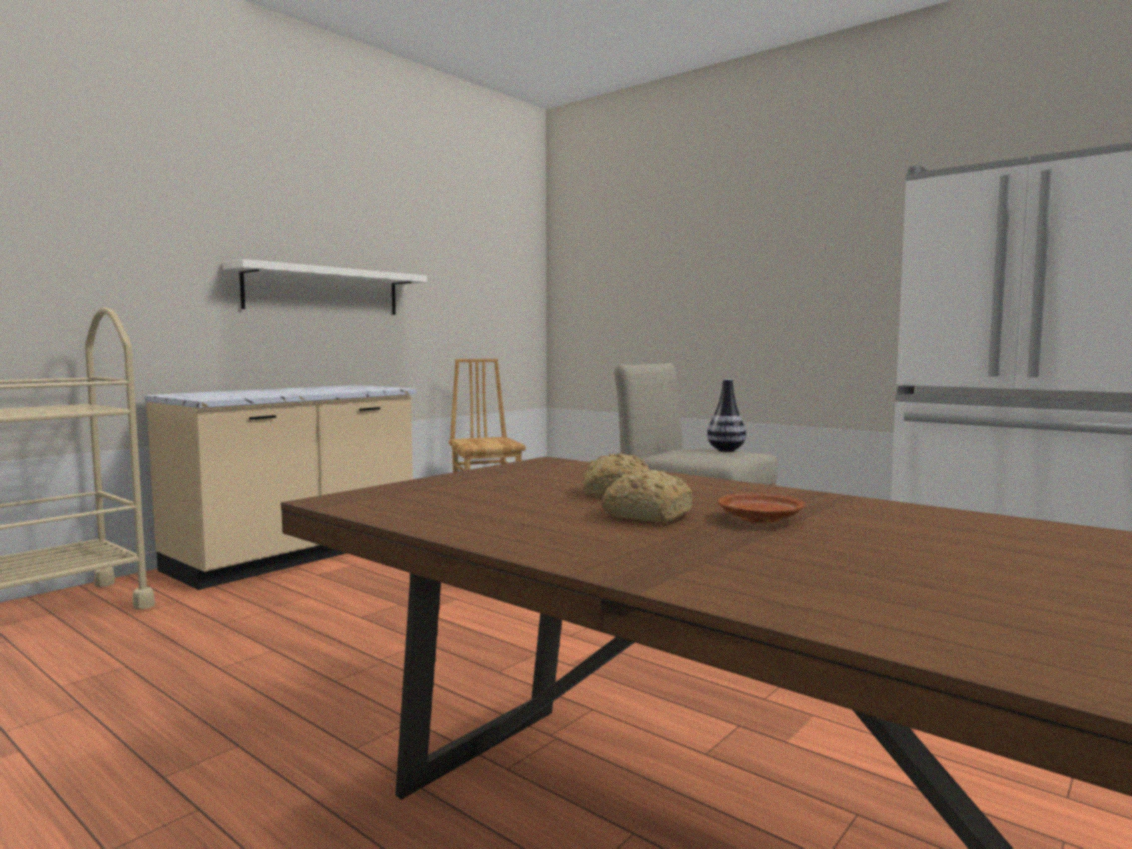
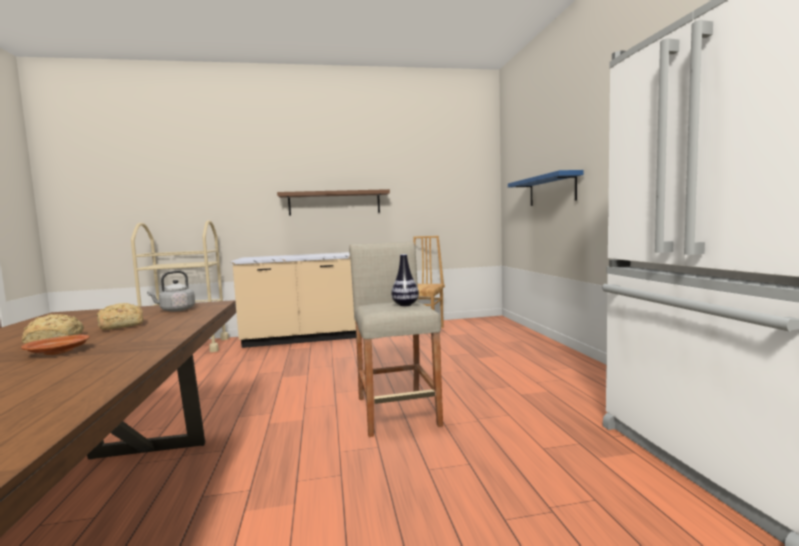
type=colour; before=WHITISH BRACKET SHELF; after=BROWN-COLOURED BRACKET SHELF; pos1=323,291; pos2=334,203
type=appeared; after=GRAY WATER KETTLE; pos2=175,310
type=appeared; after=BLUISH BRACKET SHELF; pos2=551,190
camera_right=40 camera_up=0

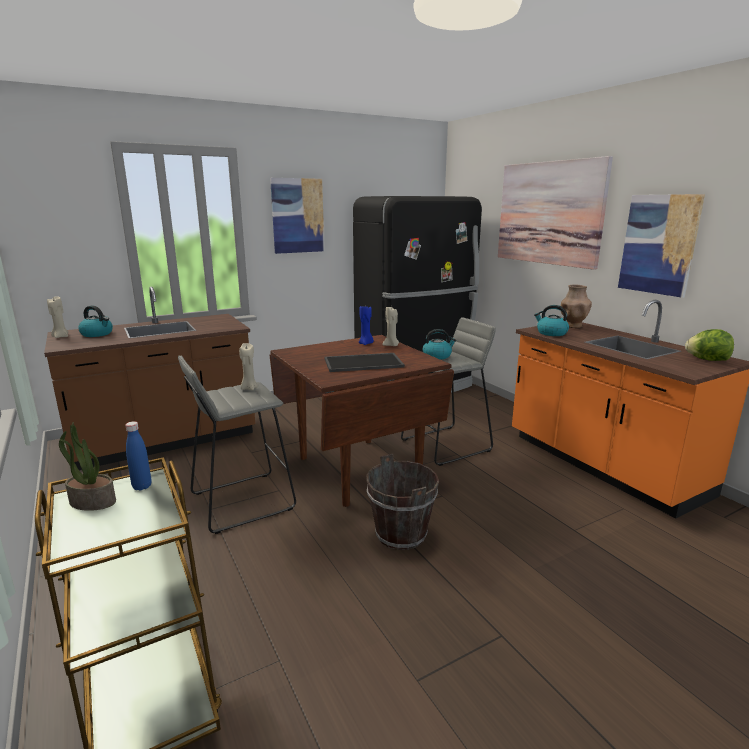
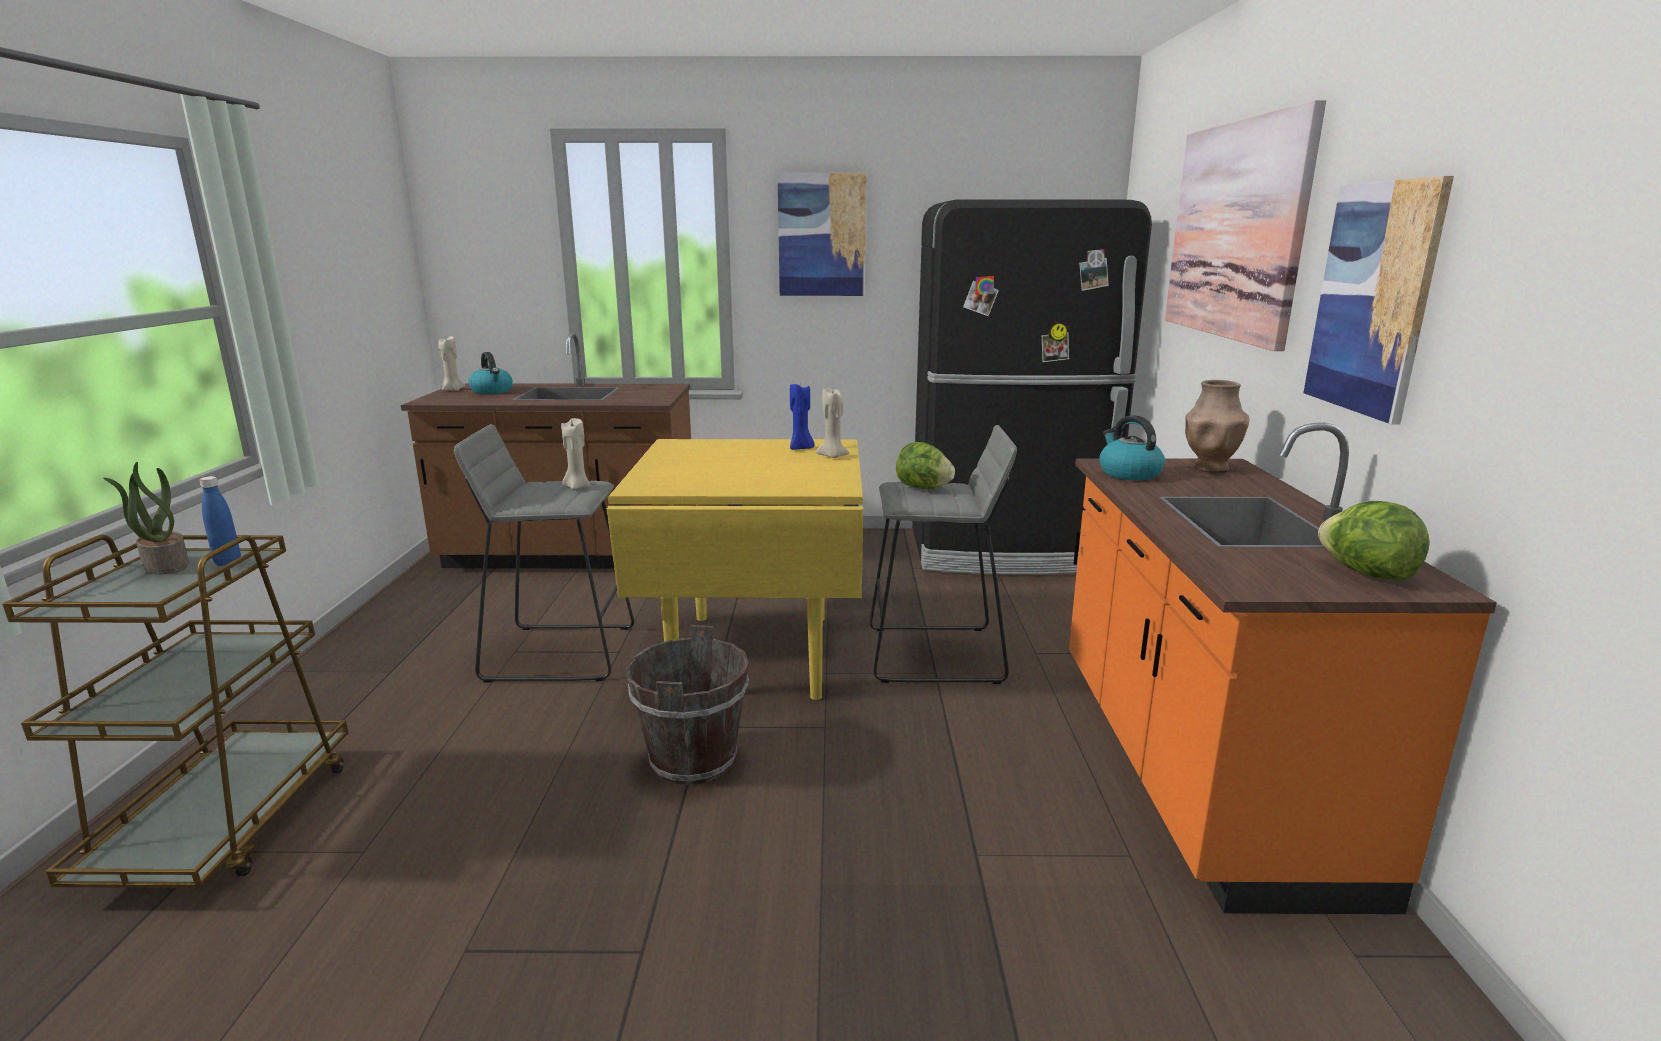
type=colour; before=BROWN-COLOURED DINNER TABLE; after=YELLOW DINNER TABLE; pos1=357,470; pos2=751,654
type=missing; before=TRAY; pos1=364,362
type=exchanged; before=WATER KETTLE; after=LETTUCE HEAD; pos1=437,356; pos2=923,488
camera_right=30 camera_up=0

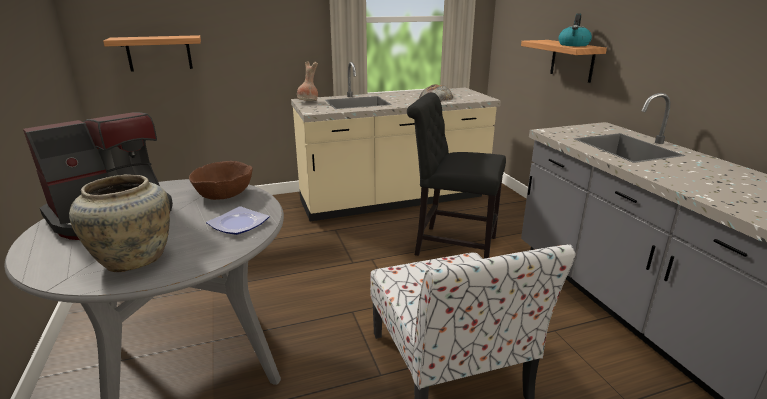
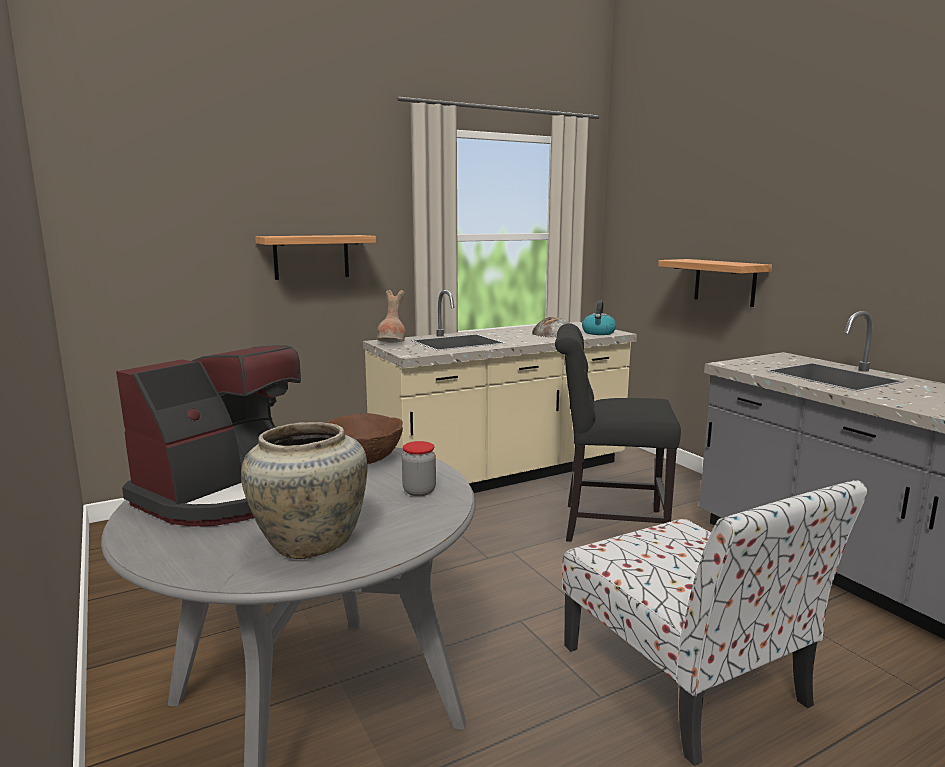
type=relocated; before=BRACKET SHELF; pos1=159,53; pos2=311,257
type=exchanged; before=DINNER PLATE; after=JAR; pos1=240,224; pos2=419,491
type=relocated; before=WATER KETTLE; pos1=573,45; pos2=598,333
camera_right=-10 camera_up=-10

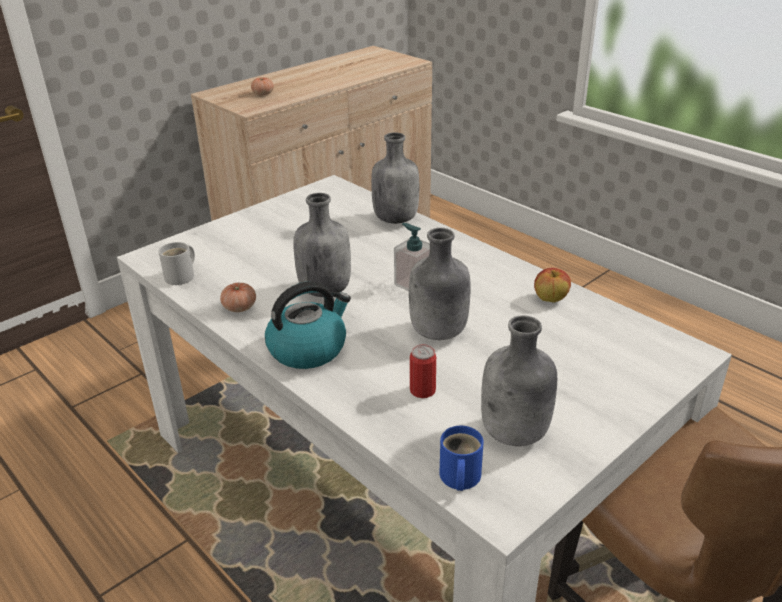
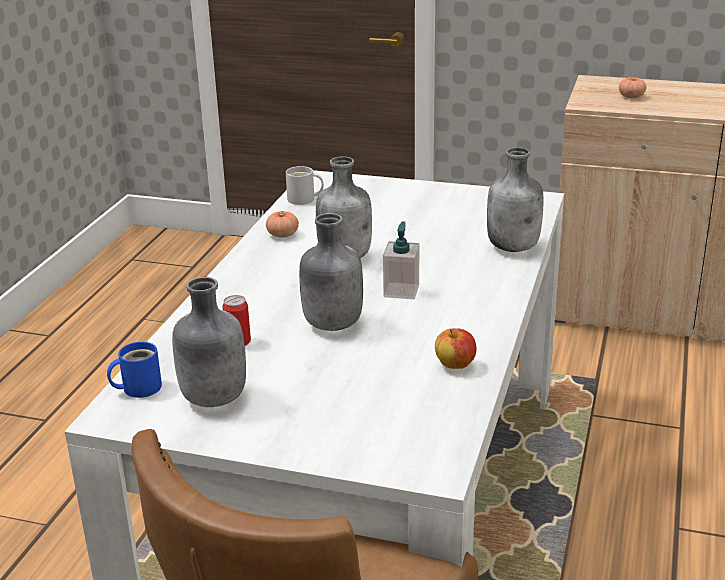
type=missing; before=WATER KETTLE; pos1=308,348
camera_right=60 camera_up=-5

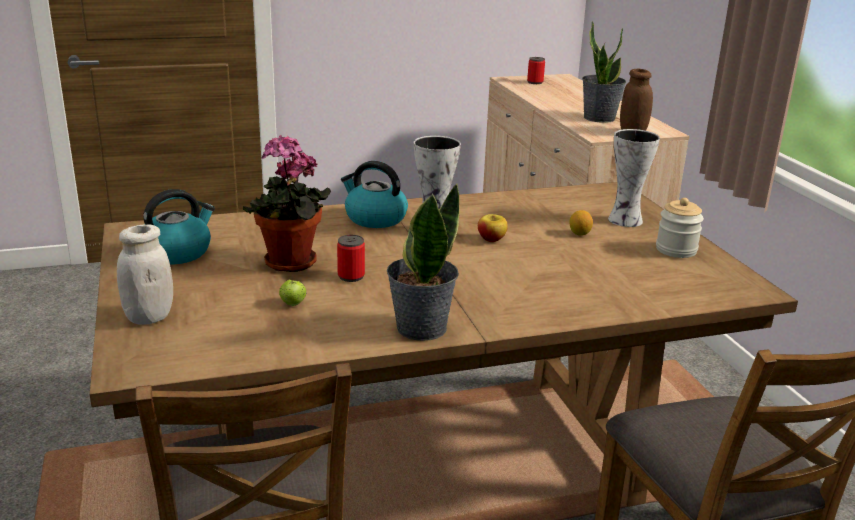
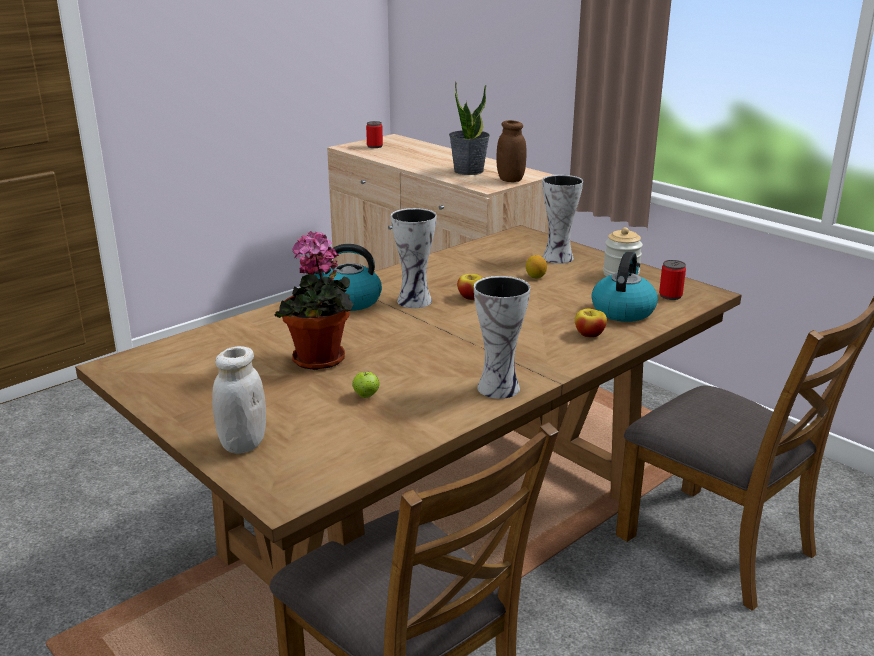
type=relocated; before=WATER KETTLE; pos1=177,252; pos2=623,310
type=relocated; before=METAL CAN; pos1=351,276; pos2=670,296
type=exchanged; before=POTTED PLANT; after=DECORATIVE VASE; pos1=420,328; pos2=499,387
type=appeared; after=APPLE FRUIT; pos2=589,334
camera_right=-25 camera_up=0

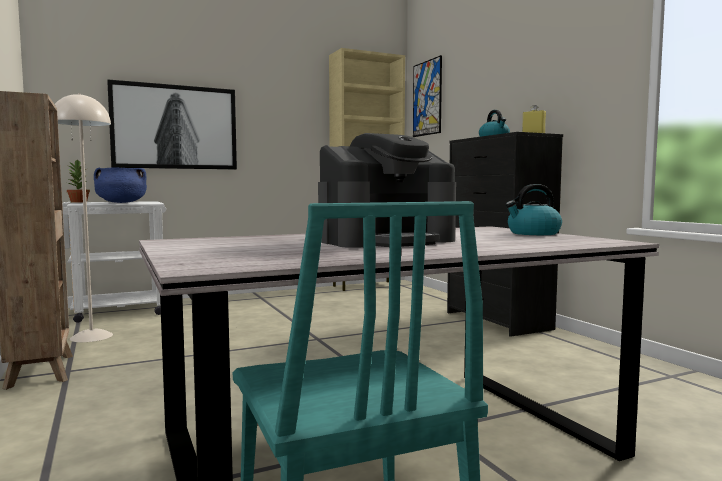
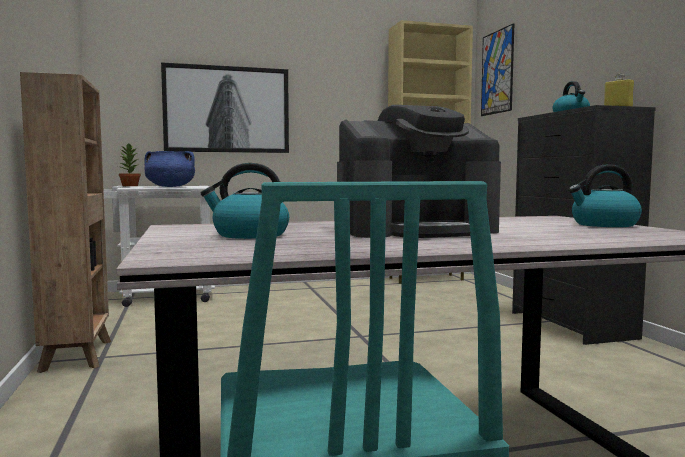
type=missing; before=BEIGE STANDING LAMP; pos1=92,336
type=appeared; after=WATER KETTLE; pos2=249,235
camera_right=10 camera_up=0

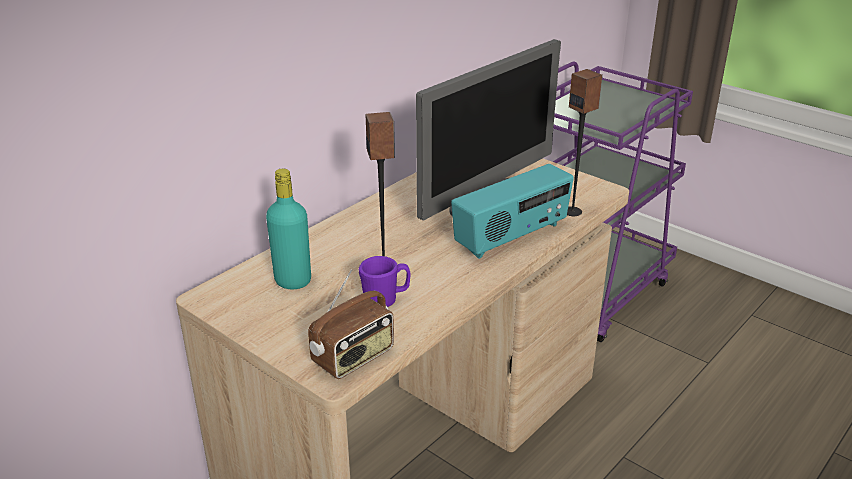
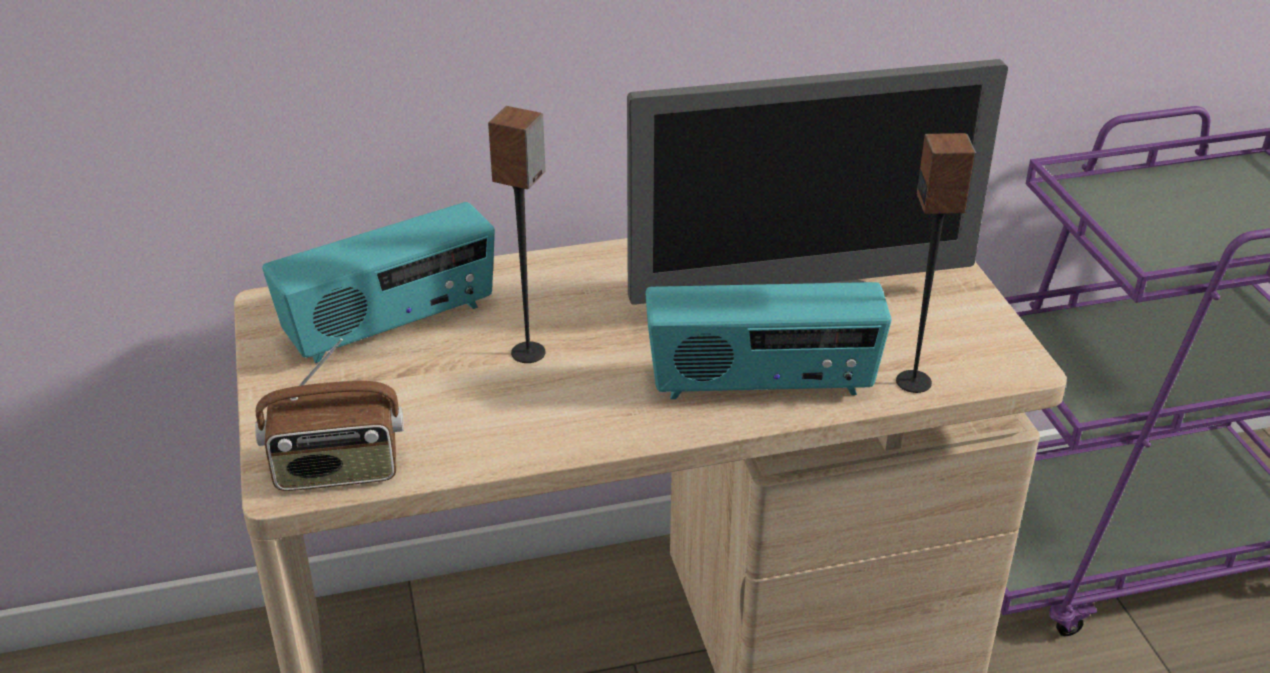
type=exchanged; before=TURQUOISE BEVERAGE BOTTLE; after=RADIO SET; pos1=293,281; pos2=391,326
type=missing; before=PURPLE-COLOURED MUG; pos1=385,300
camera_right=35 camera_up=5

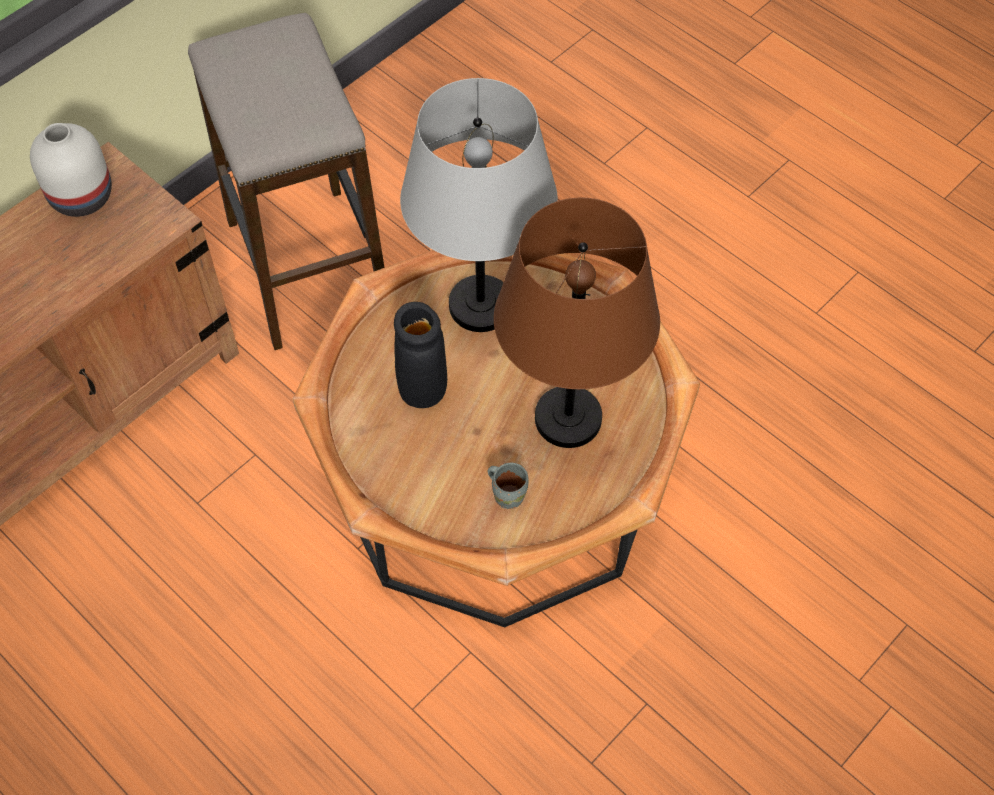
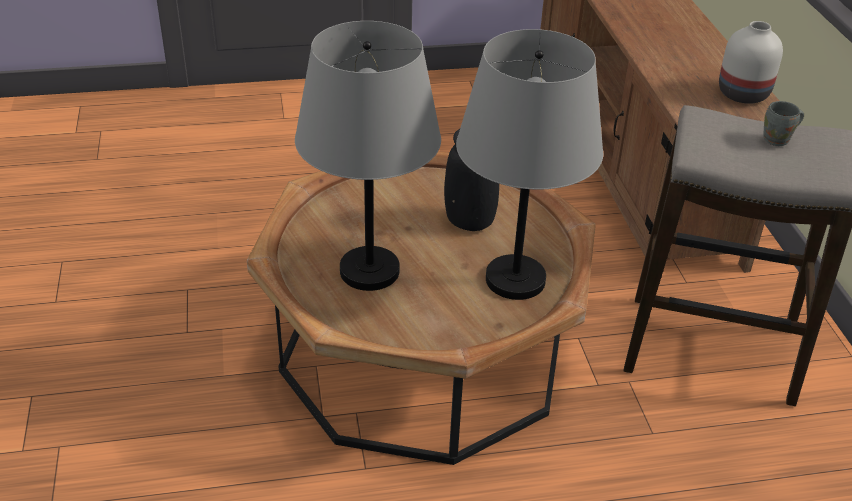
type=relocated; before=GRAY MUG; pos1=508,494; pos2=778,140
type=colour; before=BROWN-COLOURED TABLETOP LAMP; after=GRAY TABLETOP LAMP; pos1=568,418; pos2=370,272
camera_right=125 camera_up=-20

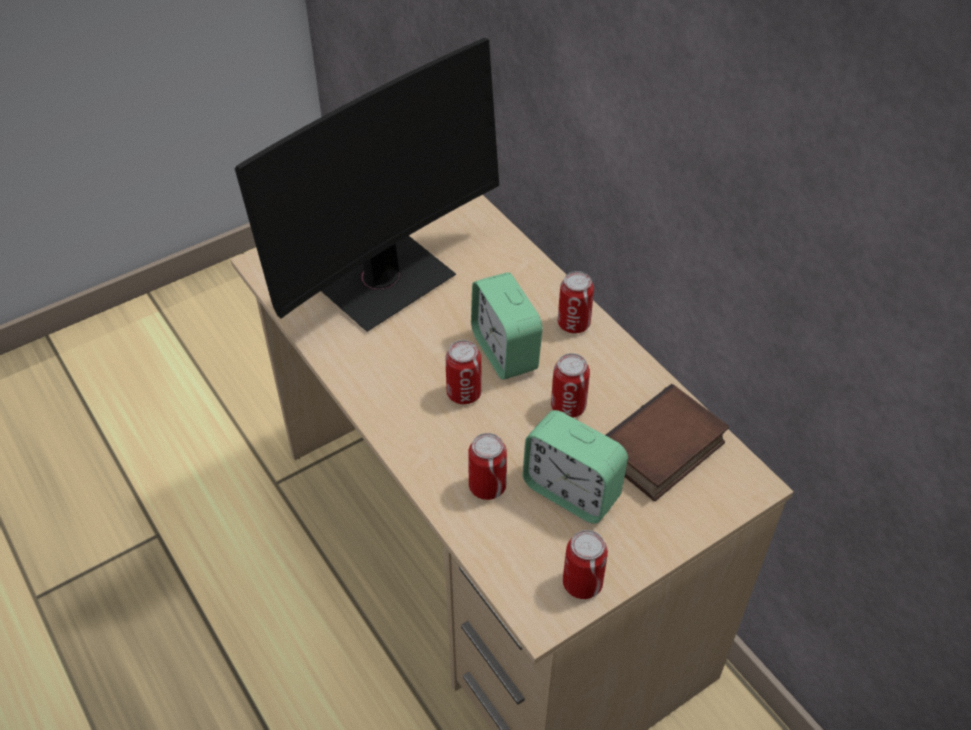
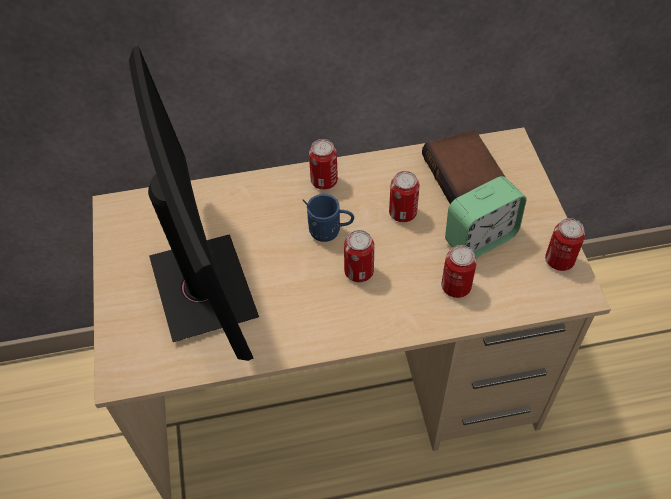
type=exchanged; before=TABLE CLOCK; after=BLUISH MUG; pos1=505,351; pos2=329,232
camera_right=-65 camera_up=5

